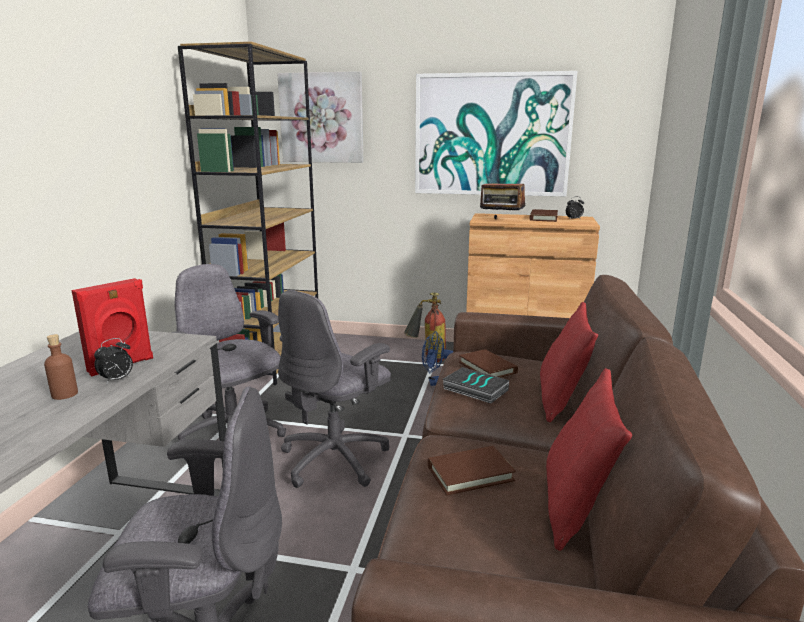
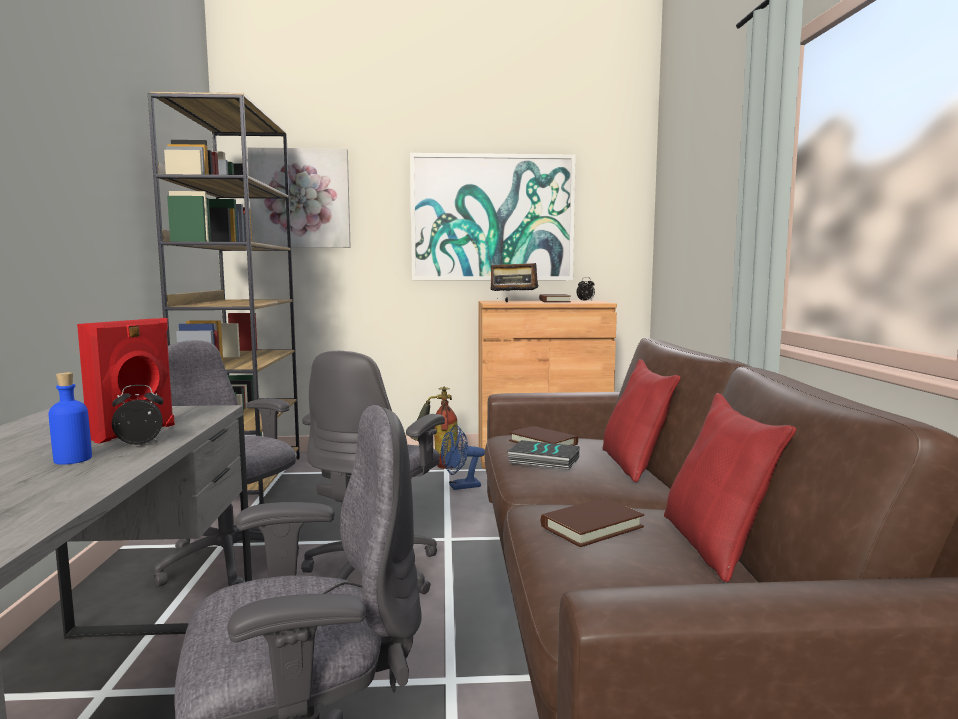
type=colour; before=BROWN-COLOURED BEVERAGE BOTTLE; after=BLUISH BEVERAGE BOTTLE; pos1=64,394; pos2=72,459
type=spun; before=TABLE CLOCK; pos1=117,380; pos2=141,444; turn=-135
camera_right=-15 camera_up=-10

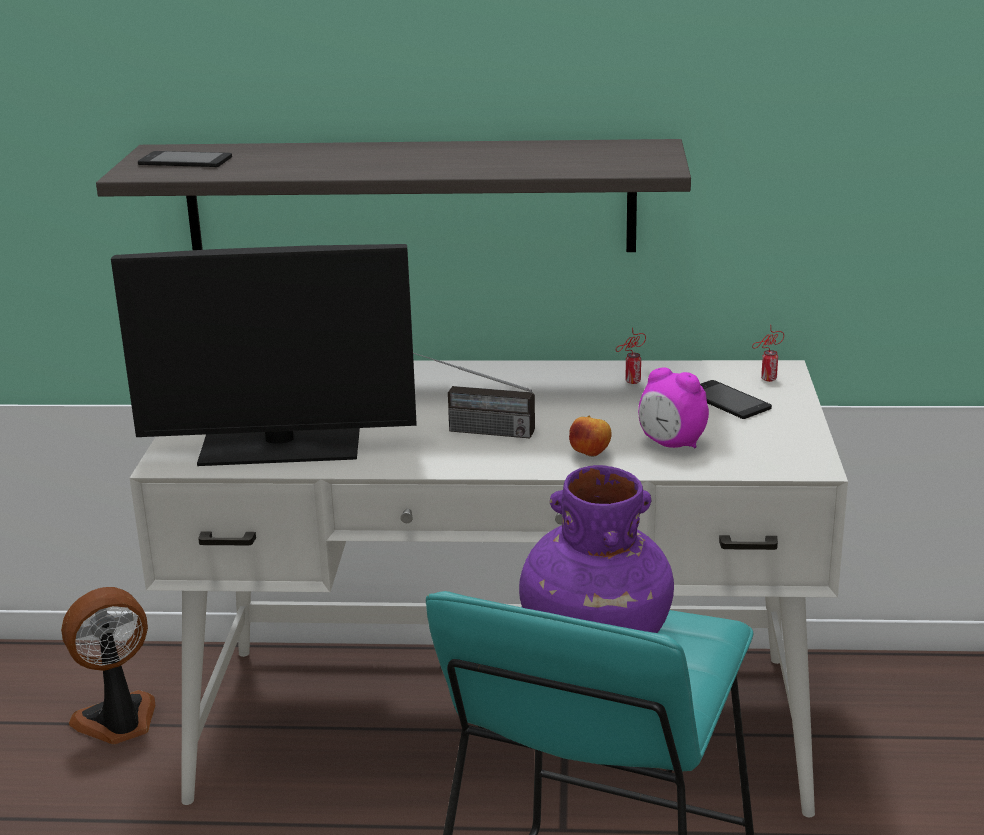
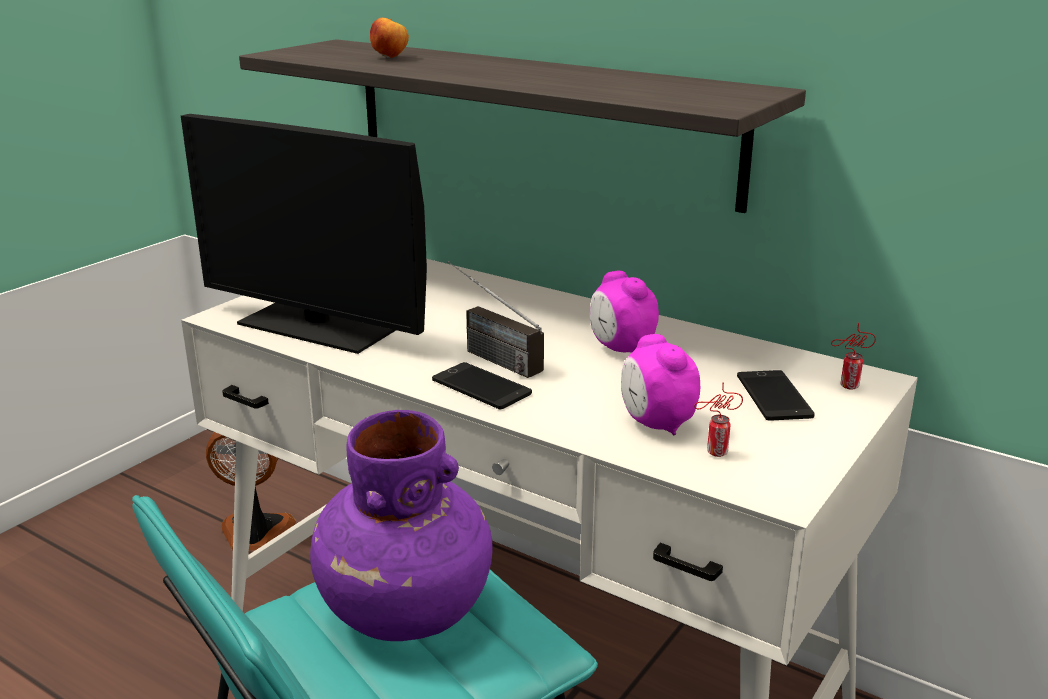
type=relocated; before=HANDSET; pos1=185,161; pos2=481,387
type=relocated; before=APPLE FRUIT; pos1=590,454; pos2=390,57
type=relocated; before=METAL CAN; pos1=631,382; pos2=714,452
type=appeared; after=TABLE CLOCK; pos2=621,349
camera_right=30 camera_up=0

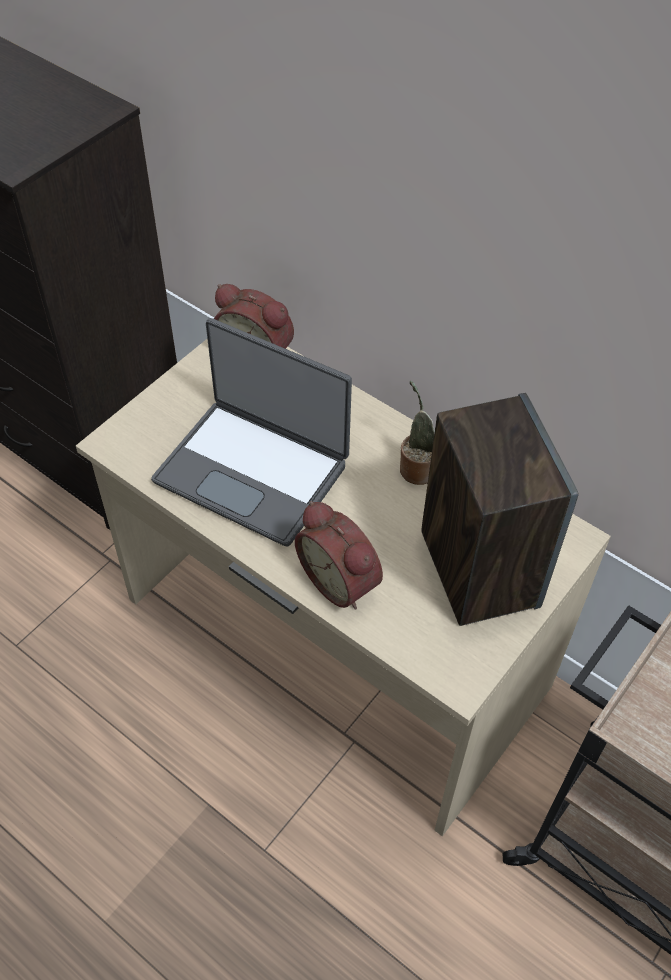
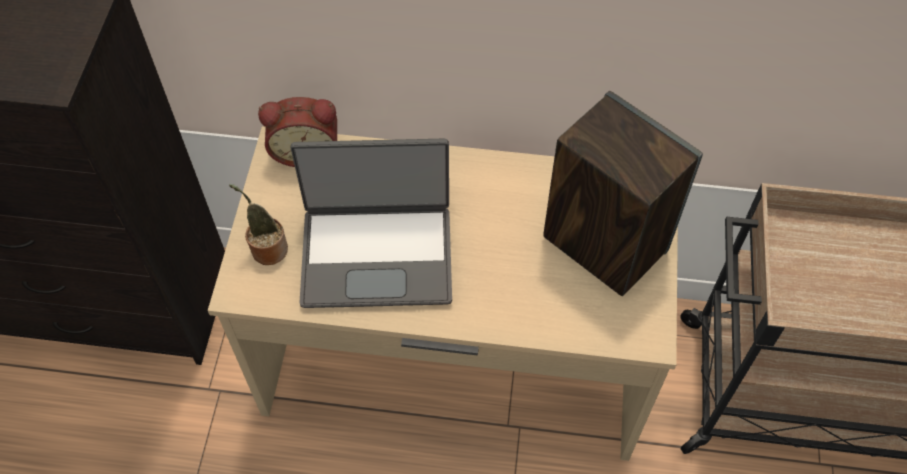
type=missing; before=TABLE CLOCK; pos1=342,579
type=relocated; before=POTTED PLANT; pos1=417,467; pos2=267,248
camera_right=-30 camera_up=5

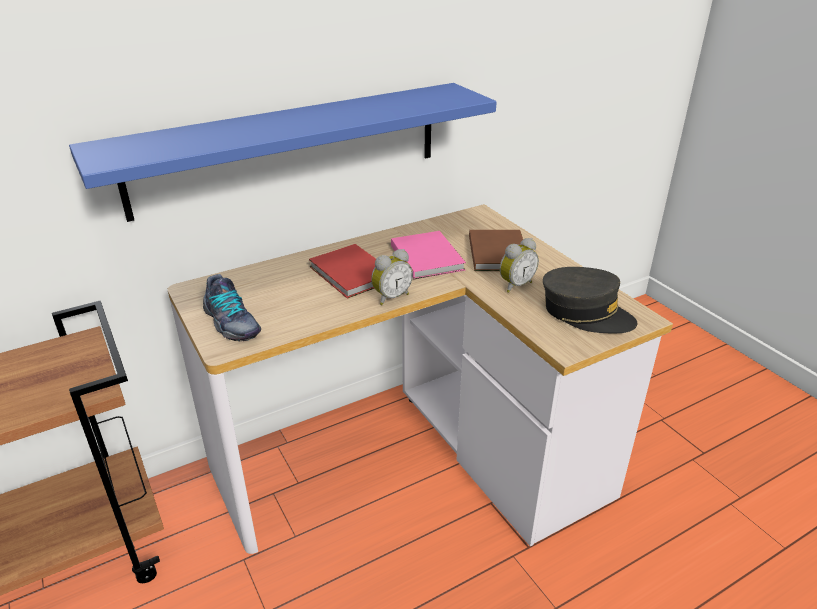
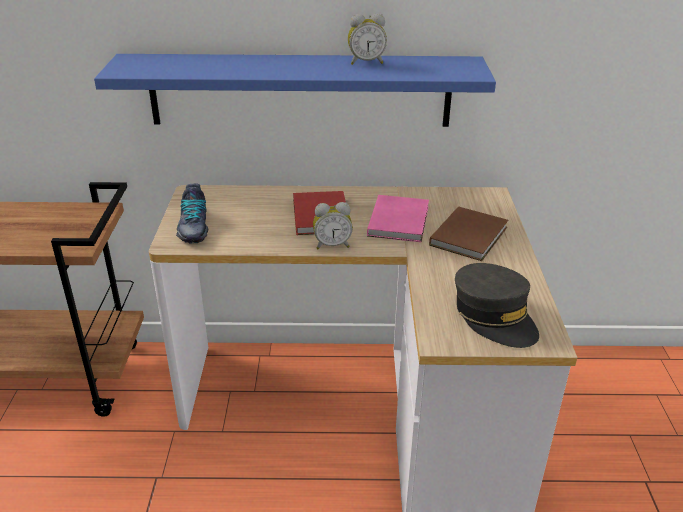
type=relocated; before=TABLE CLOCK; pos1=515,285; pos2=366,62
camera_right=30 camera_up=0

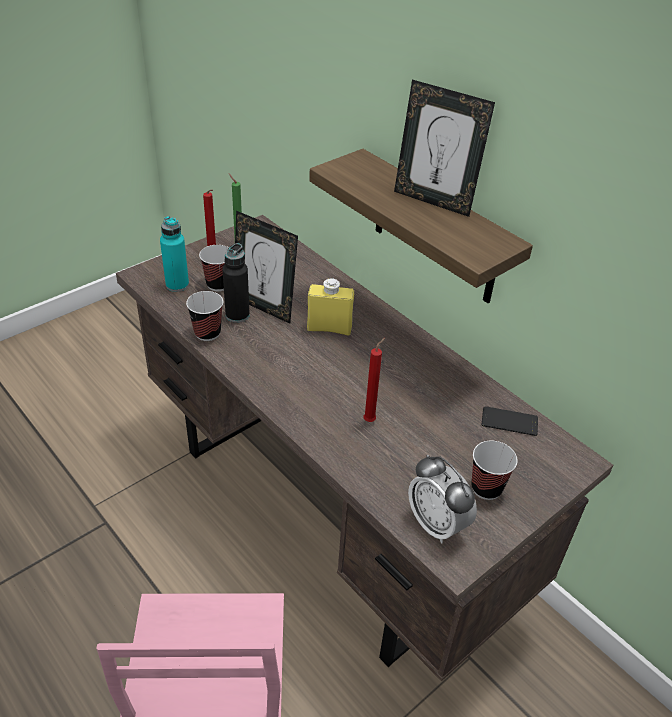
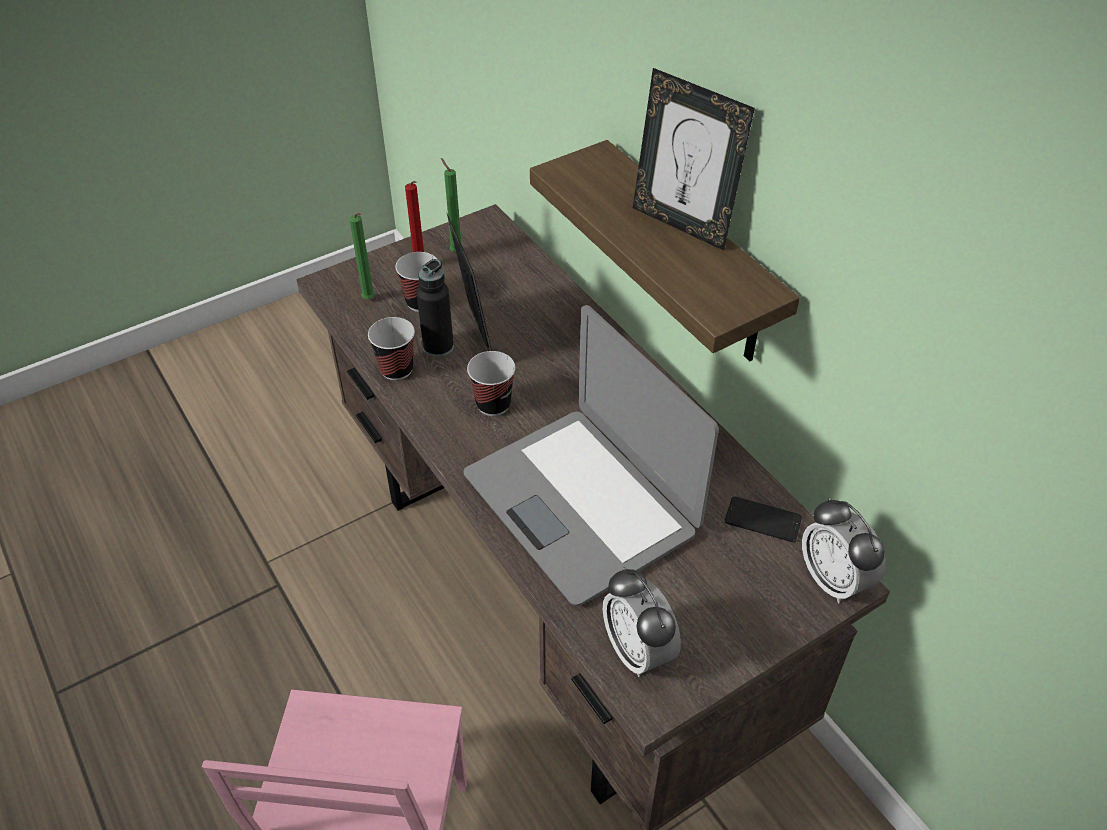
type=exchanged; before=TURQUOISE BEVERAGE BOTTLE; after=GREENISH CANDLE; pos1=177,285; pos2=370,300
type=spun; before=PICTURE FRAME; pos1=264,307; pos2=474,337; turn=-150
type=missing; before=YELLOW BEVERAGE BOTTLE; pos1=329,328
type=exchanged; before=RED CANDLE; after=LAPTOP; pos1=370,420; pos2=581,503
type=relocated; before=DRINKING CUP; pos1=486,488; pos2=493,404
type=appeared; after=TABLE CLOCK; pos2=834,580
camera_right=10 camera_up=5

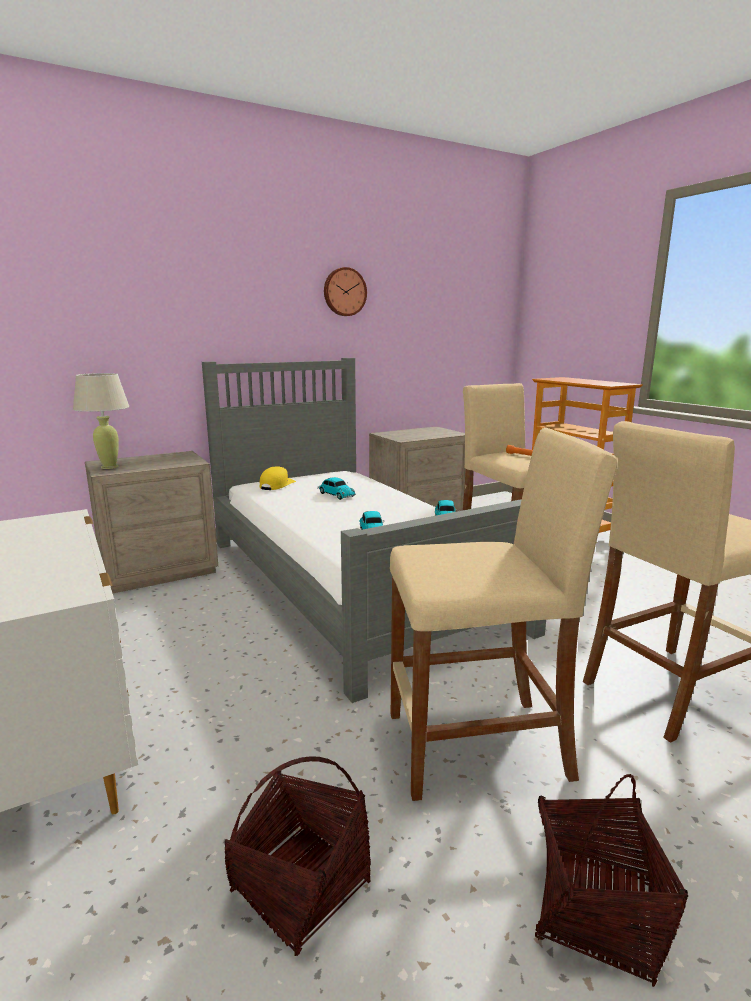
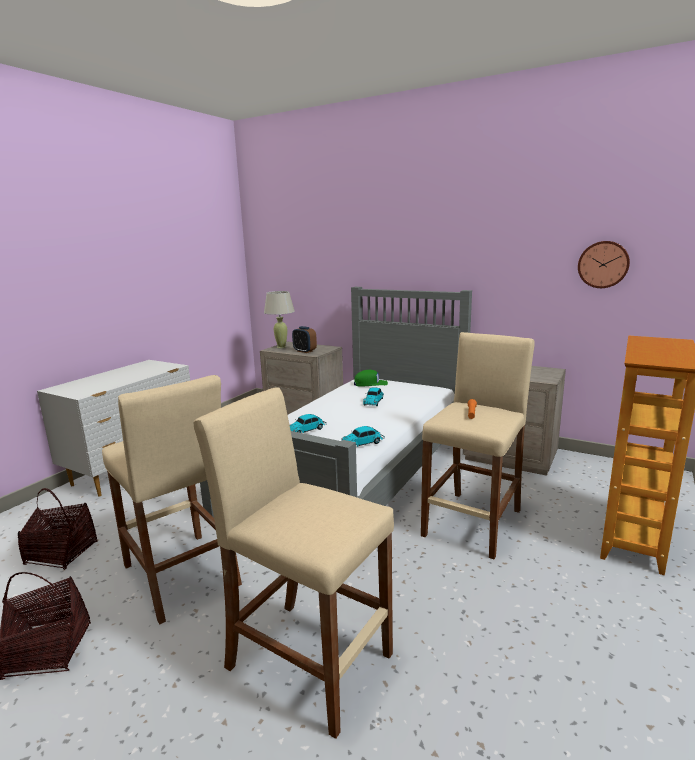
type=colour; before=YELLOW BASEBALL CAP; after=GREENISH BASEBALL CAP; pos1=277,485; pos2=370,383
type=relocated; before=HANGING CLOCK; pos1=344,292; pos2=603,264
type=appeared; after=TABLE CLOCK; pos2=304,351
camera_right=60 camera_up=0

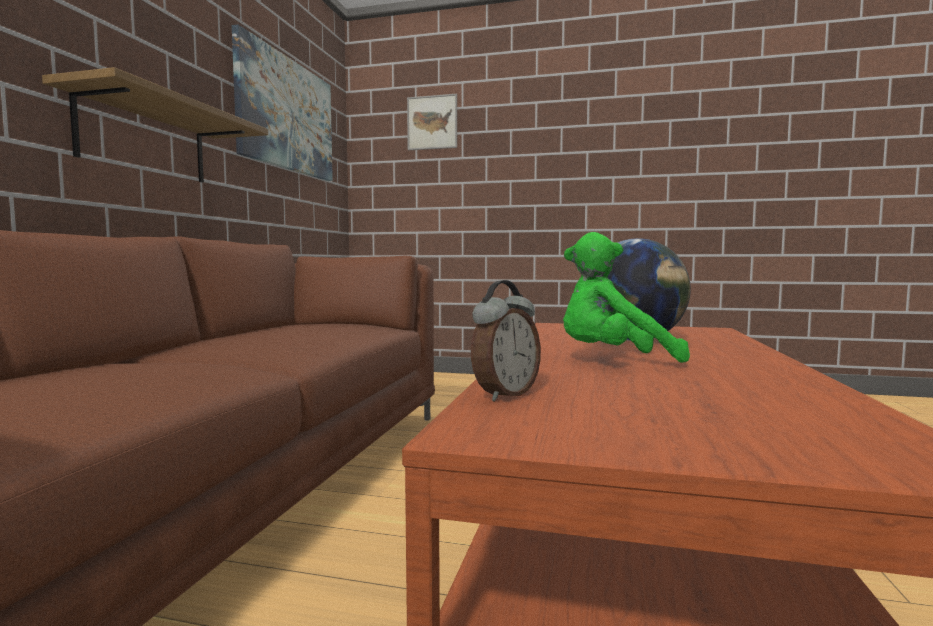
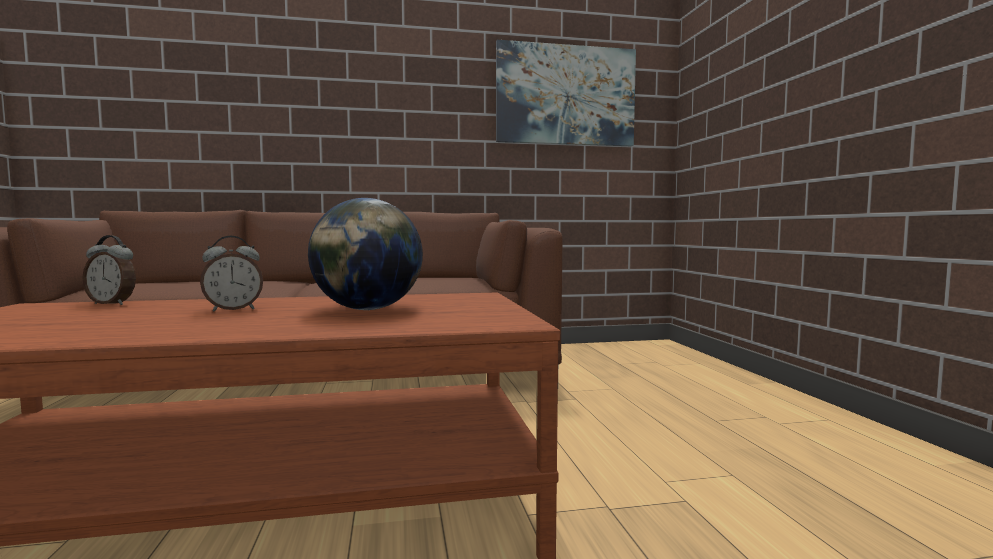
type=missing; before=BRACKET SHELF; pos1=145,140
type=missing; before=WALL PICTURE; pos1=432,122
type=exchanged; before=GREENISH PLUSH TOY; after=TABLE CLOCK; pos1=612,361; pos2=234,309
camera_right=65 camera_up=0

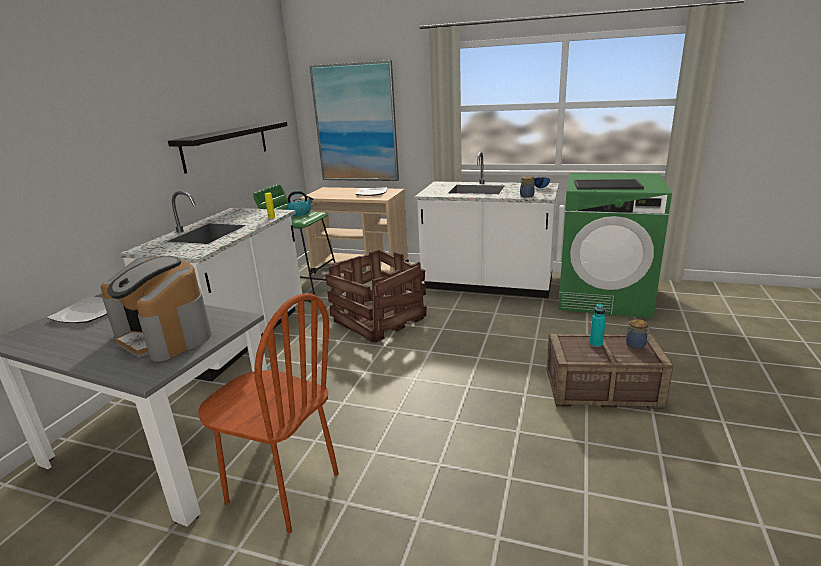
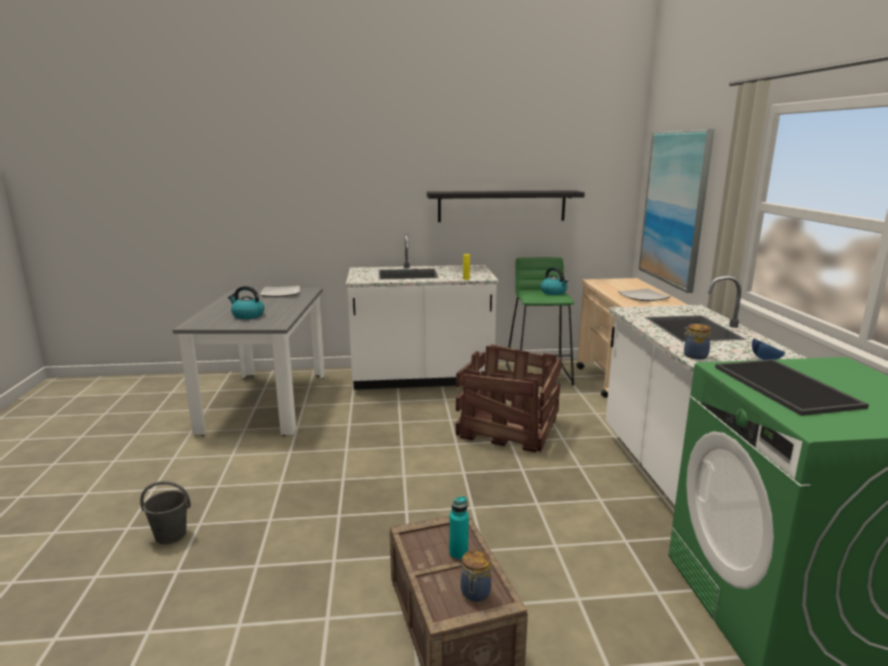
type=exchanged; before=COFFEE BREWER; after=WATER KETTLE; pos1=165,335; pos2=247,315
type=missing; before=BROWN-COLOURED CHAIR; pos1=282,489
type=appeared; after=GRAY BUCKET; pos2=171,535
camera_right=65 camera_up=-5

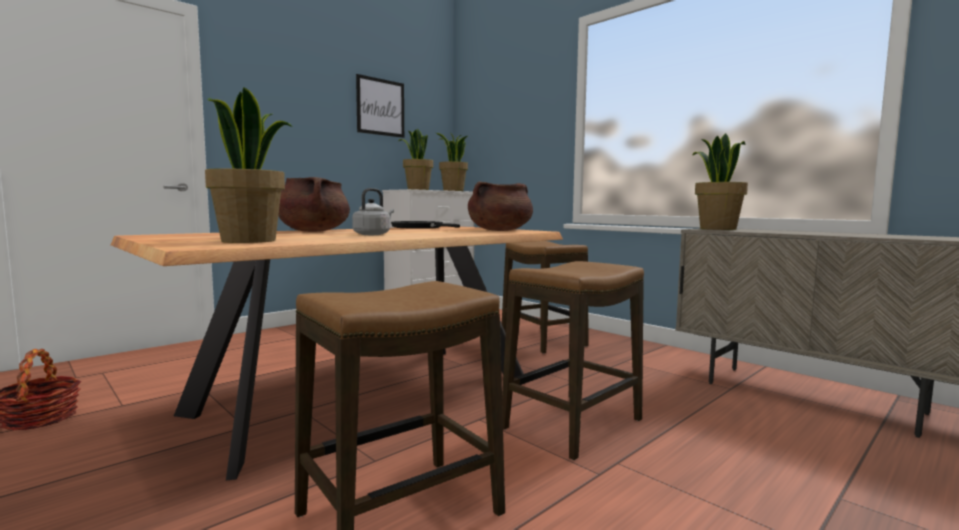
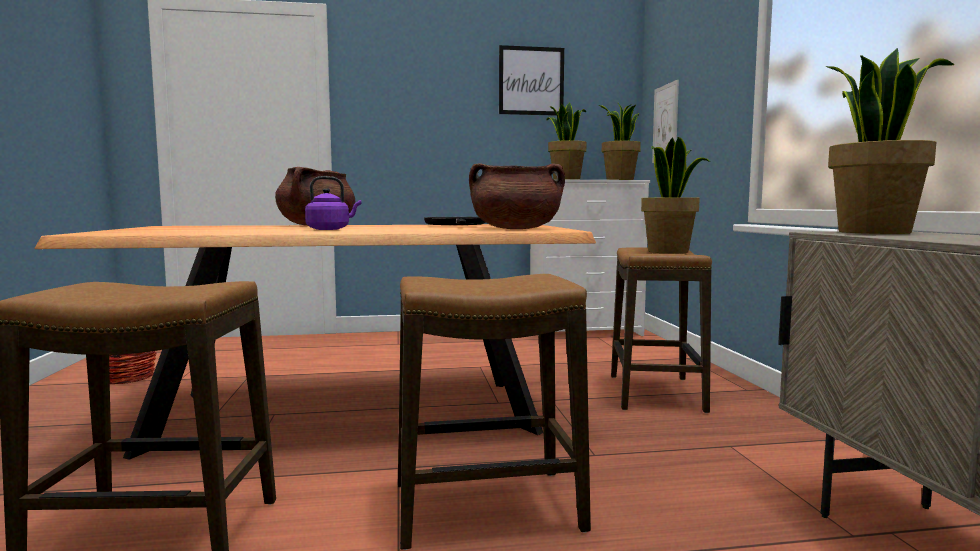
type=relocated; before=POTTED PLANT; pos1=250,241; pos2=669,252
type=colour; before=GRAY WATER KETTLE; after=PURPLE-COLOURED WATER KETTLE; pos1=373,234; pos2=330,229
type=appeared; after=WALL PICTURE; pos2=665,123
camera_right=35 camera_up=0

